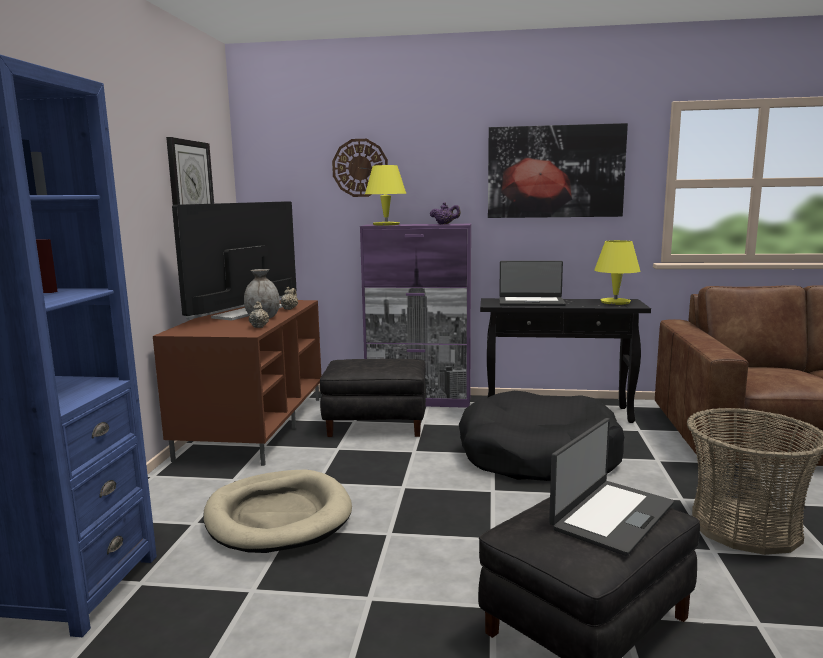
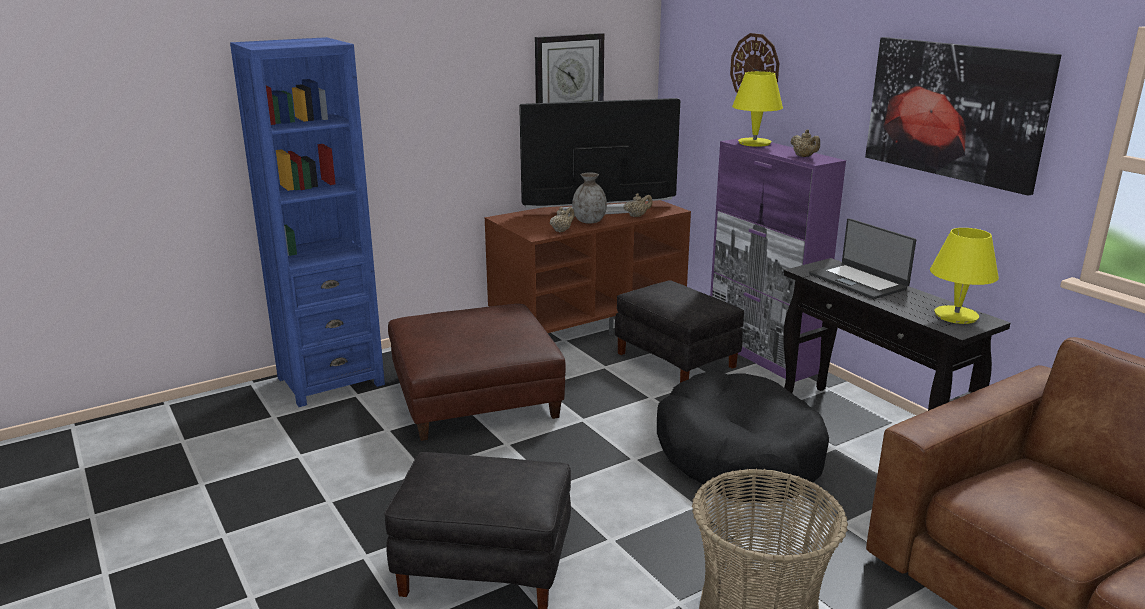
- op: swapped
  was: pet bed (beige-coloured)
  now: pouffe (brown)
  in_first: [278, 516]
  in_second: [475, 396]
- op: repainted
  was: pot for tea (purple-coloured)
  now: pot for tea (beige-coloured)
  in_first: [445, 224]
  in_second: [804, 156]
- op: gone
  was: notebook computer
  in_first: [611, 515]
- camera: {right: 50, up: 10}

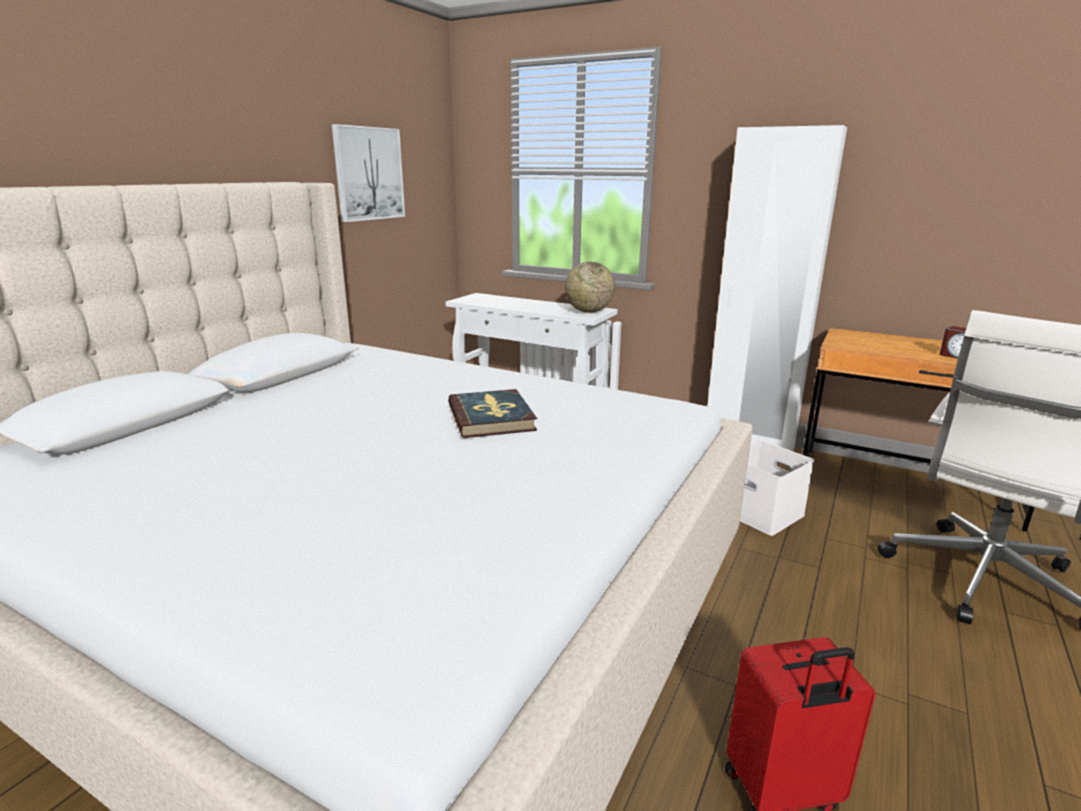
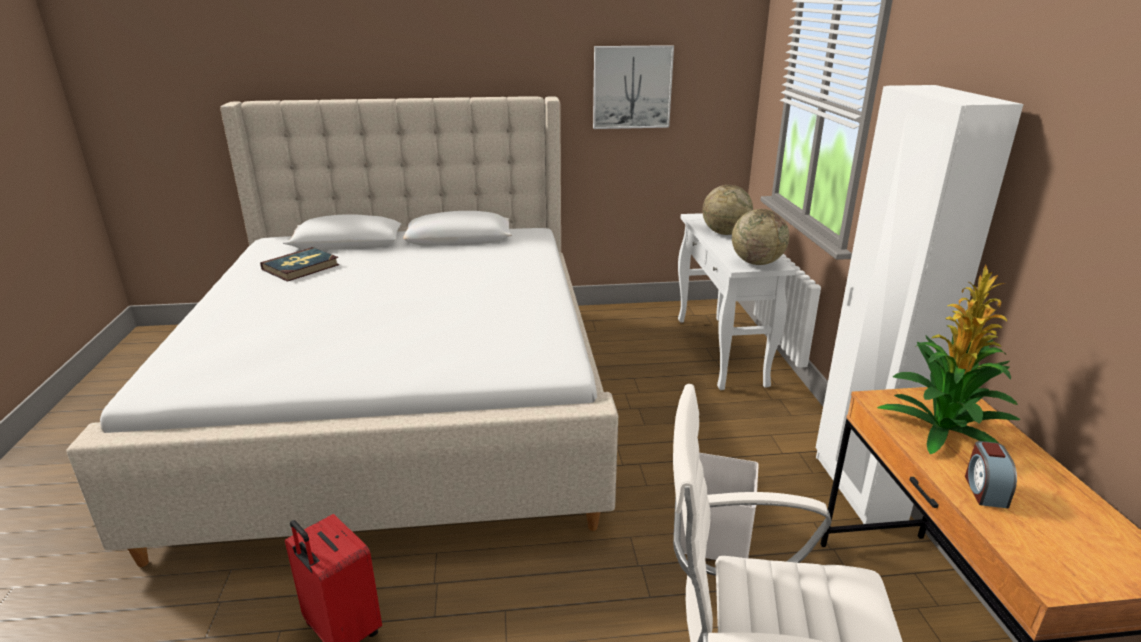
- op: shifted
  was: book
  in_first: [491, 417]
  in_second: [301, 267]
- op: new
  now: desk globe
  in_second: [725, 233]
- op: new
  now: houseplant
  in_second: [944, 429]
- camera: {right: 55, up: 5}

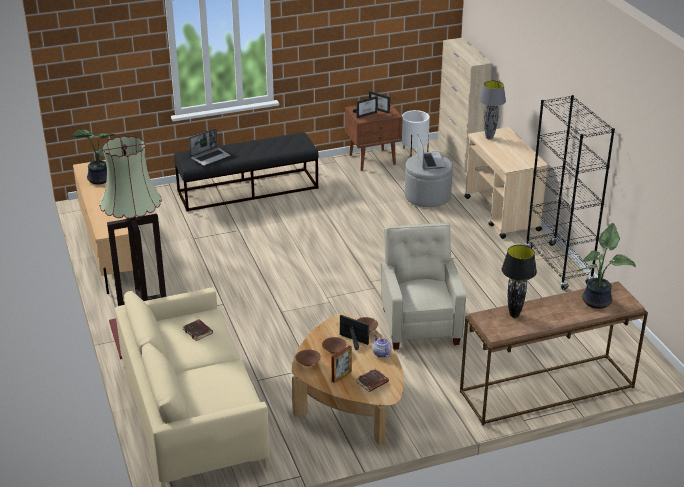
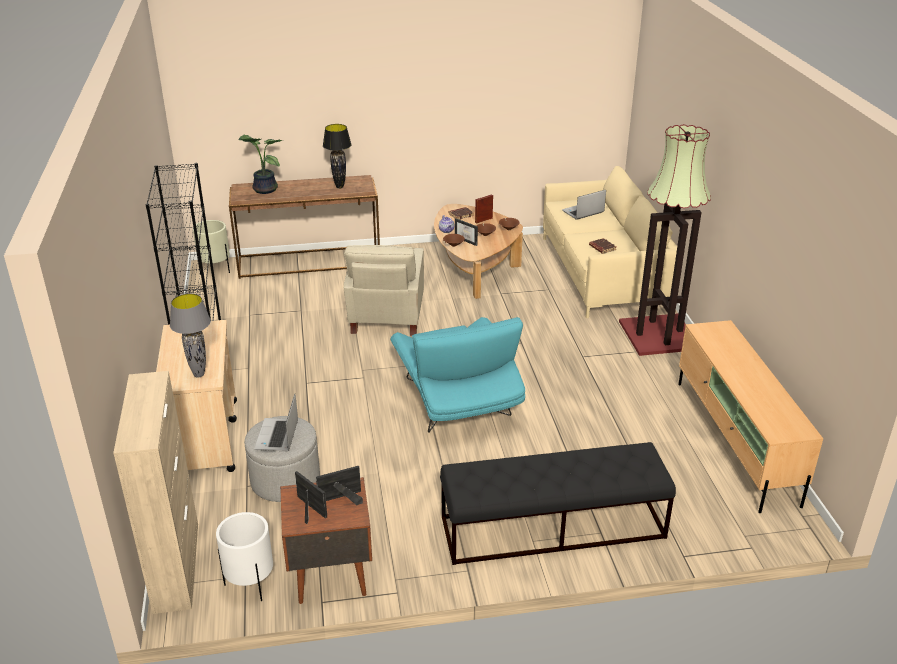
- op: new
  now: flower pot (beige-coloured)
  in_second: [215, 269]
- op: new
  now: armchair (turquoise)
  in_second: [458, 403]
- op: shifted
  was: notebook computer
  in_first: [210, 157]
  in_second: [582, 212]
- op: gone
  was: houseplant
  in_first: [98, 179]
- camera: {right: -170, up: 0}

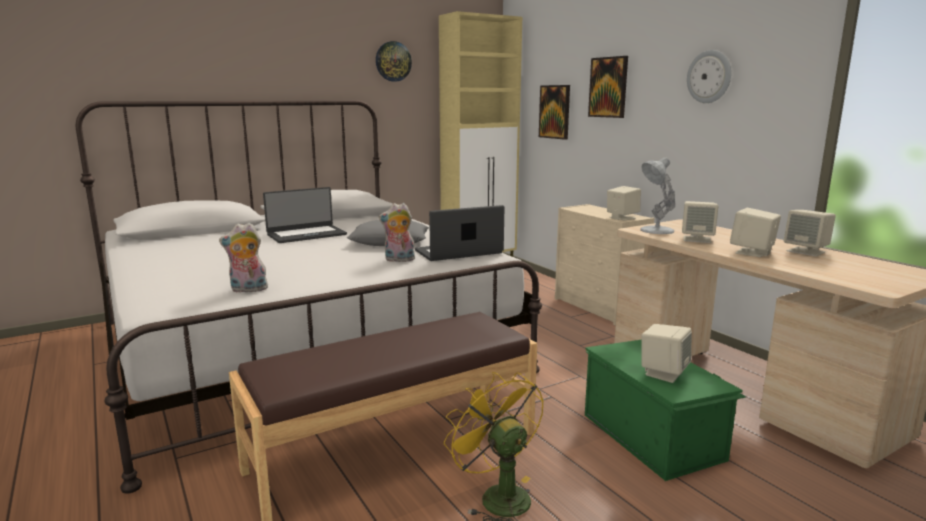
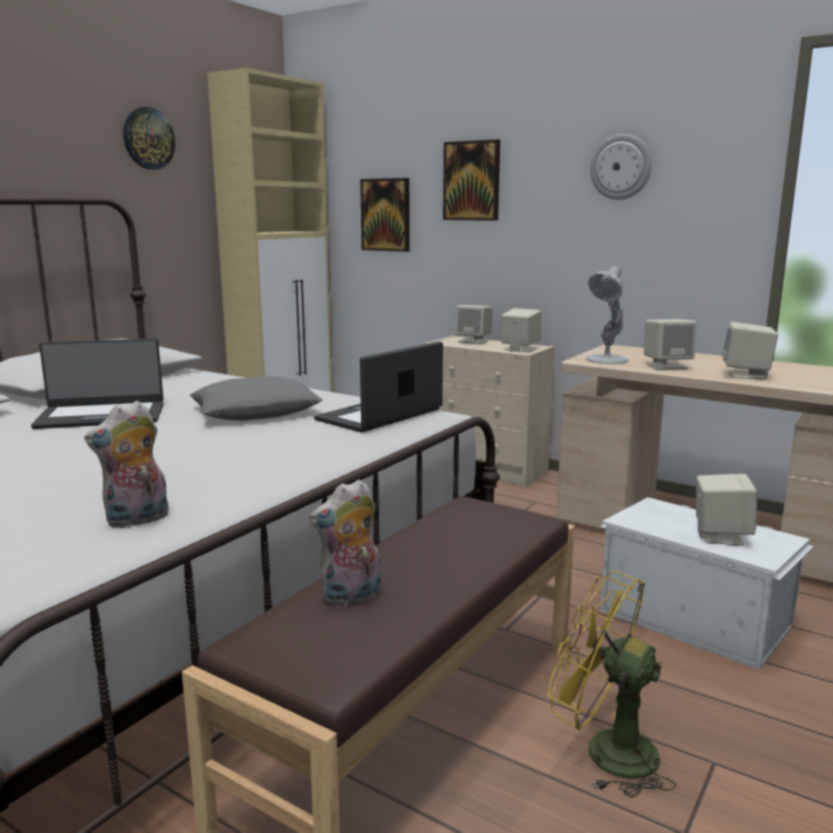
- op: rotated
  was: notebook computer
  in_first: [306, 234]
  in_second: [102, 416]
  clockwise: 45
- op: shifted
  was: cuddly toy
  in_first: [399, 260]
  in_second: [351, 598]
- op: shifted
  was: loudspeaker (beige-coloured)
  in_first: [806, 251]
  in_second: [474, 341]
- op: repainted
  was: storage box (greenish)
  now: storage box (white-coloured)
  in_first: [652, 435]
  in_second: [694, 617]
- camera: {right: -25, up: 0}

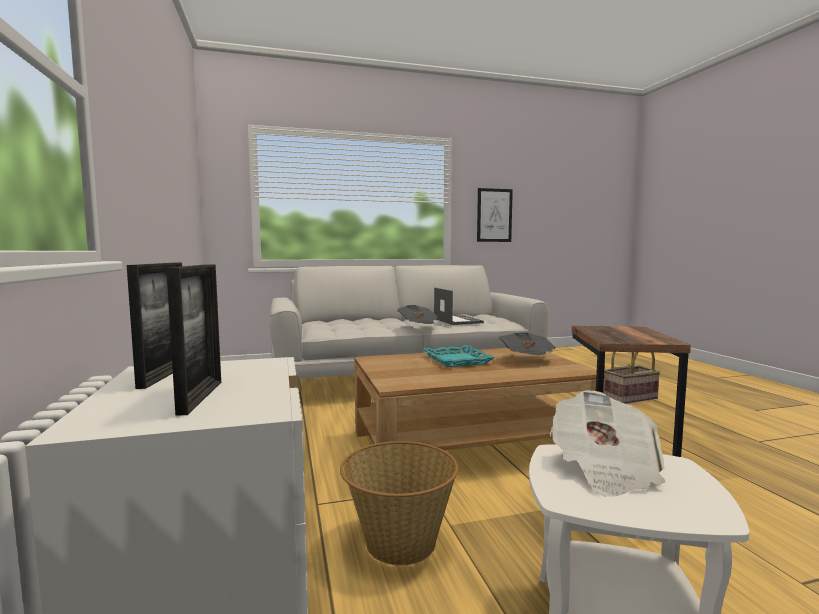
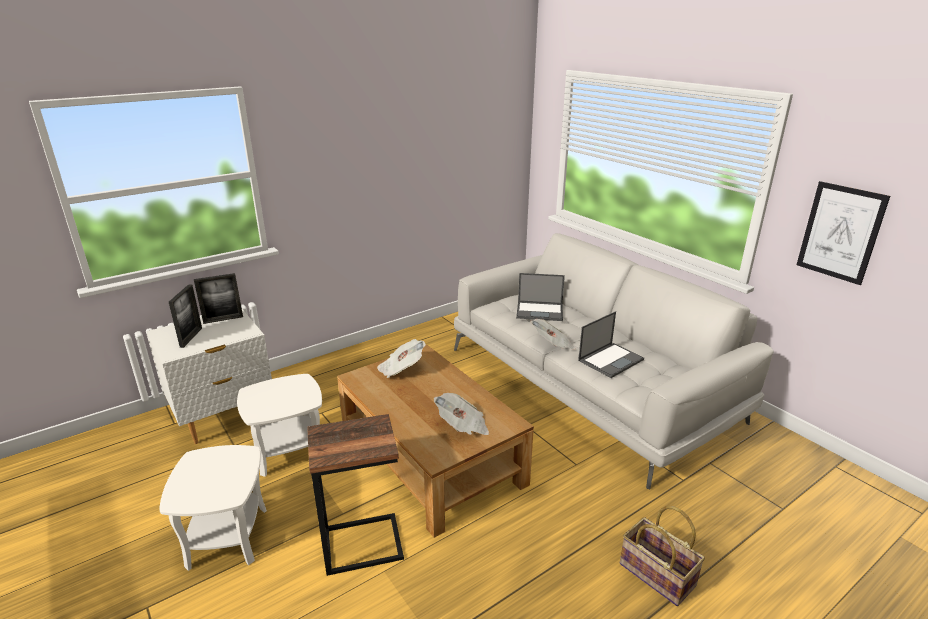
- op: rotated
  was: picture frame
  in_first: [201, 397]
  in_second: [191, 337]
  clockwise: -60
- op: swapped
  was: household basket
  now: end table (white-coloured)
  in_first: [399, 542]
  in_second: [289, 451]
- op: shifted
  was: printed paper
  in_first: [604, 469]
  in_second: [401, 369]
- op: new
  now: notebook computer
  in_second: [540, 311]
- op: gone
  was: carrying tray (turquoise)
  in_first: [457, 360]
- camera: {right: 70, up: 20}

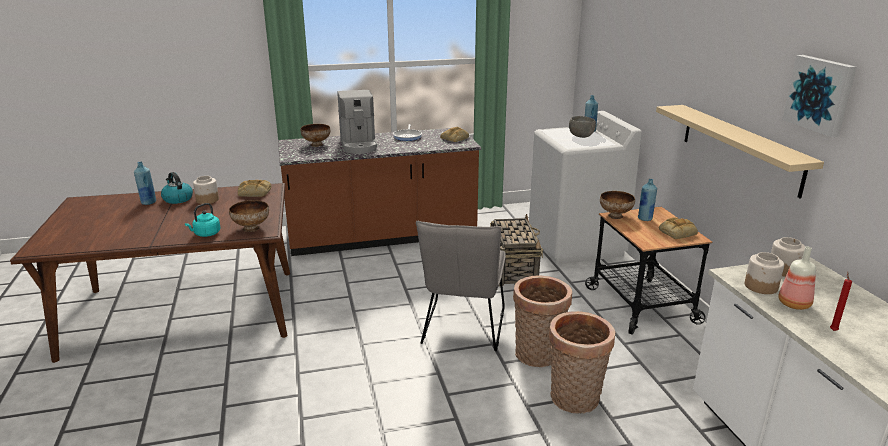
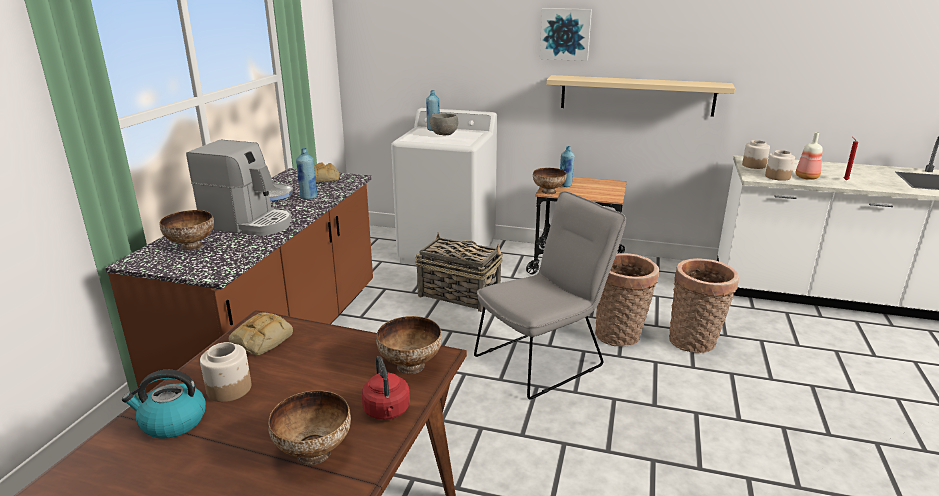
- op: new
  now: bowl
  in_second: [315, 452]
- op: shifted
  was: drink bottle (blue)
  in_first: [148, 202]
  in_second: [309, 197]
- op: repainted
  was: kettle (turquoise)
  now: kettle (red-coloured)
  in_first: [206, 234]
  in_second: [387, 411]
- op: rotated
  was: chair (grey)
  in_first: [462, 329]
  in_second: [545, 358]
  clockwise: -75
- op: shifted
  was: wall picture
  in_first: [820, 94]
  in_second: [565, 34]
- op: gone
  was: baked bread
  in_first: [677, 232]
- camera: {right: -60, up: 0}

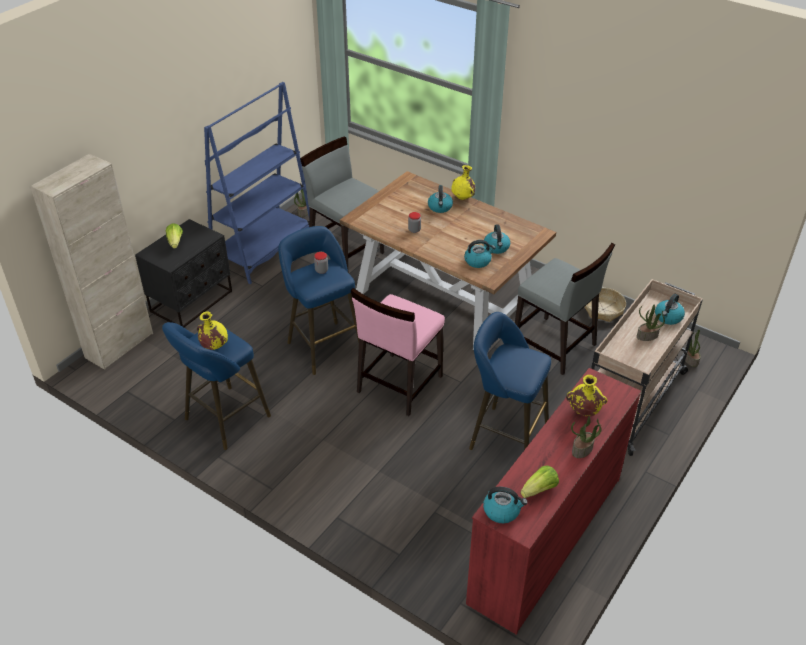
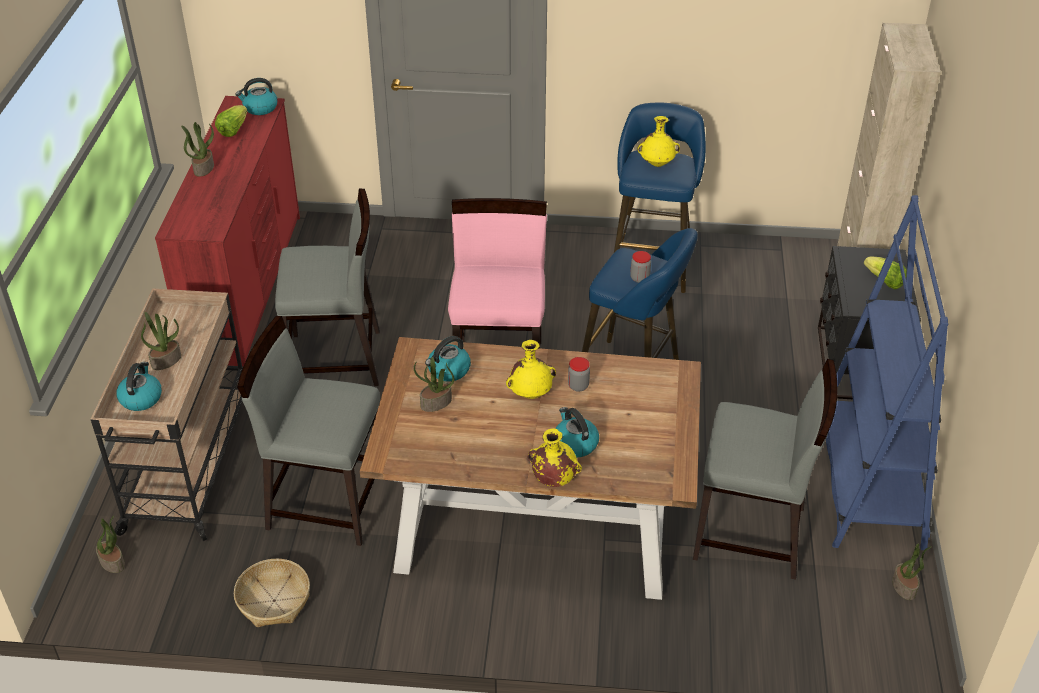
- op: swapped
  was: sitting stool (blue)
  now: chair (grey)
  in_first: [504, 436]
  in_second: [336, 360]
- op: swapped
  was: kettle
  now: houseplant
  in_first: [496, 247]
  in_second: [436, 403]
- op: shifted
  was: vase (yellow-coloured)
  in_first: [583, 410]
  in_second: [531, 394]
- camera: {right: 150, up: 0}

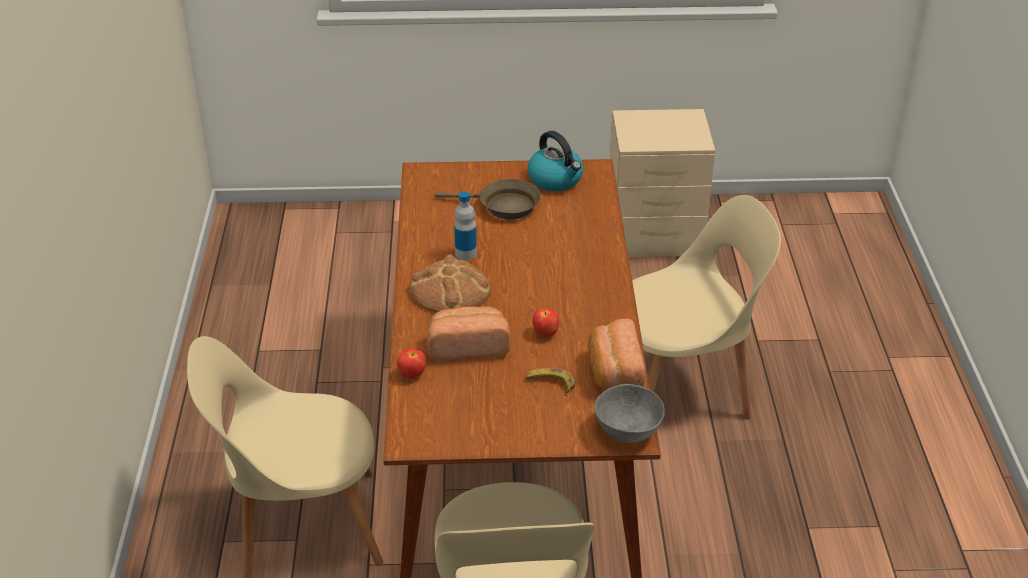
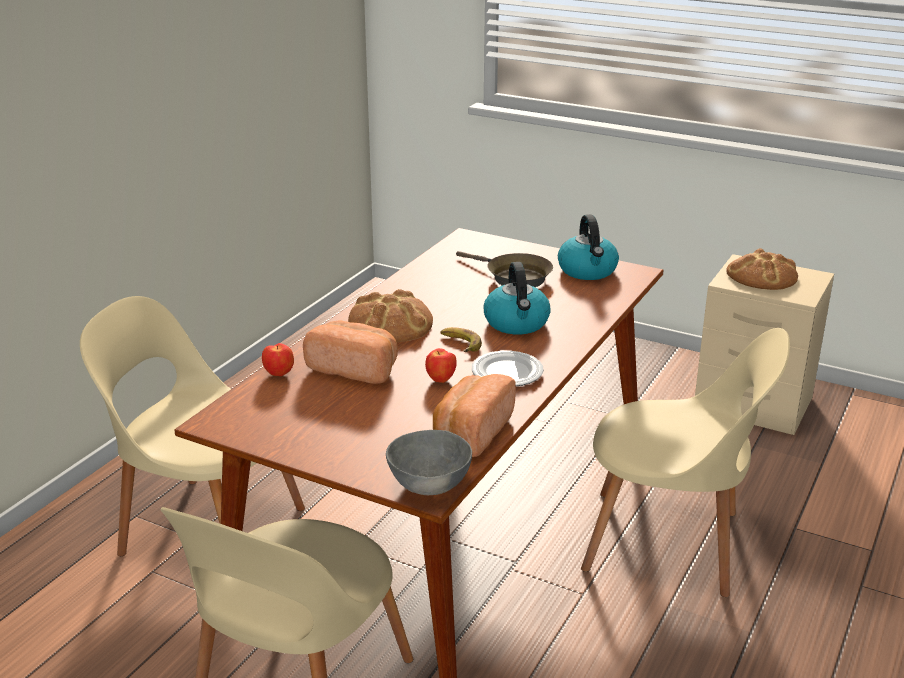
- op: shifted
  was: banana fruit
  in_first: [550, 383]
  in_second: [460, 343]
- op: new
  now: flat dish
  in_second: [507, 372]
- op: new
  now: kettle
  in_second: [517, 323]
- op: new
  now: baked bread
  in_second: [762, 276]
- op: gone
  was: drink bottle
  in_first: [466, 253]
- camera: {right: 30, up: -10}

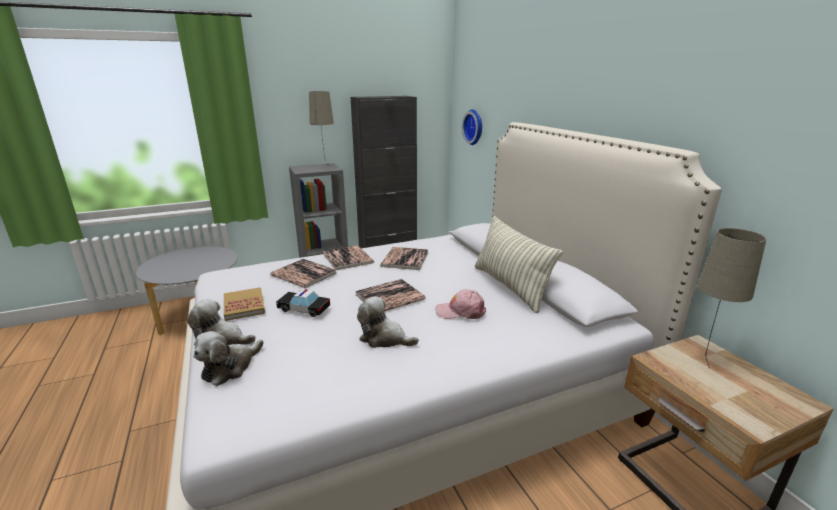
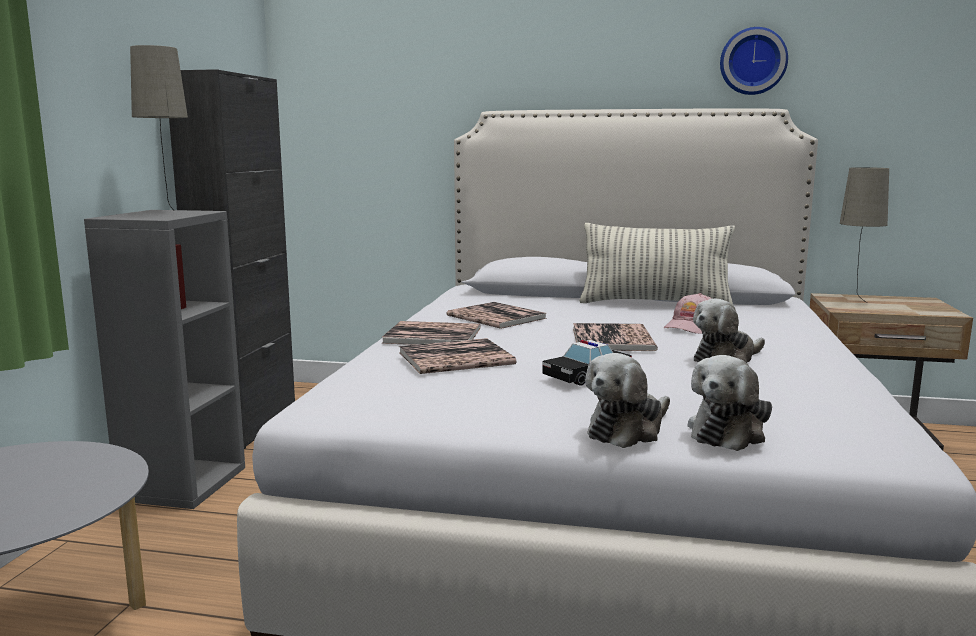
- op: rotated
  was: cuddly toy
  in_first: [230, 367]
  in_second: [729, 432]
  clockwise: 60
- op: shifted
  was: hanging clock
  in_first: [474, 127]
  in_second: [753, 61]
- op: gone
  was: book
  in_first: [244, 305]
- camera: {right: -55, up: -10}

